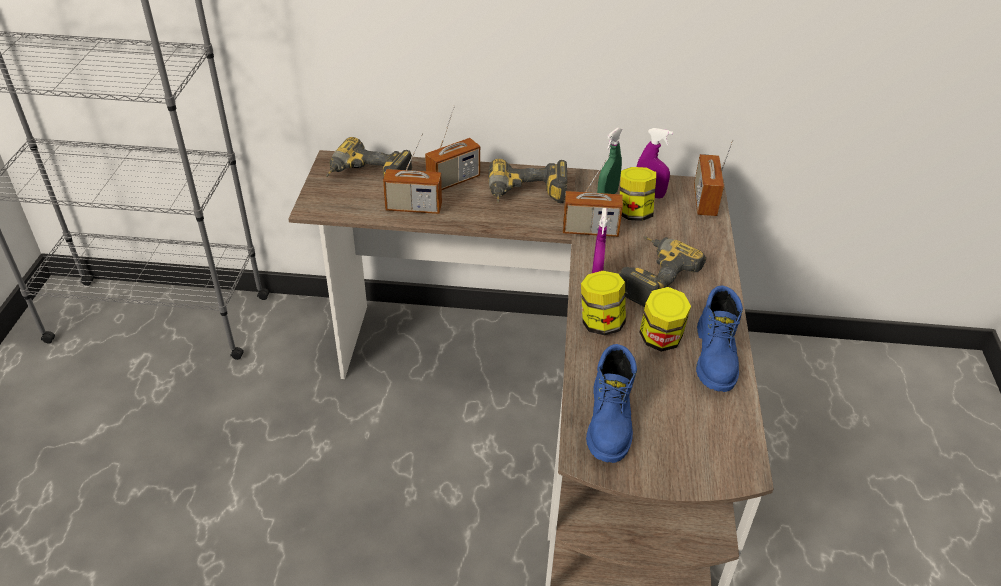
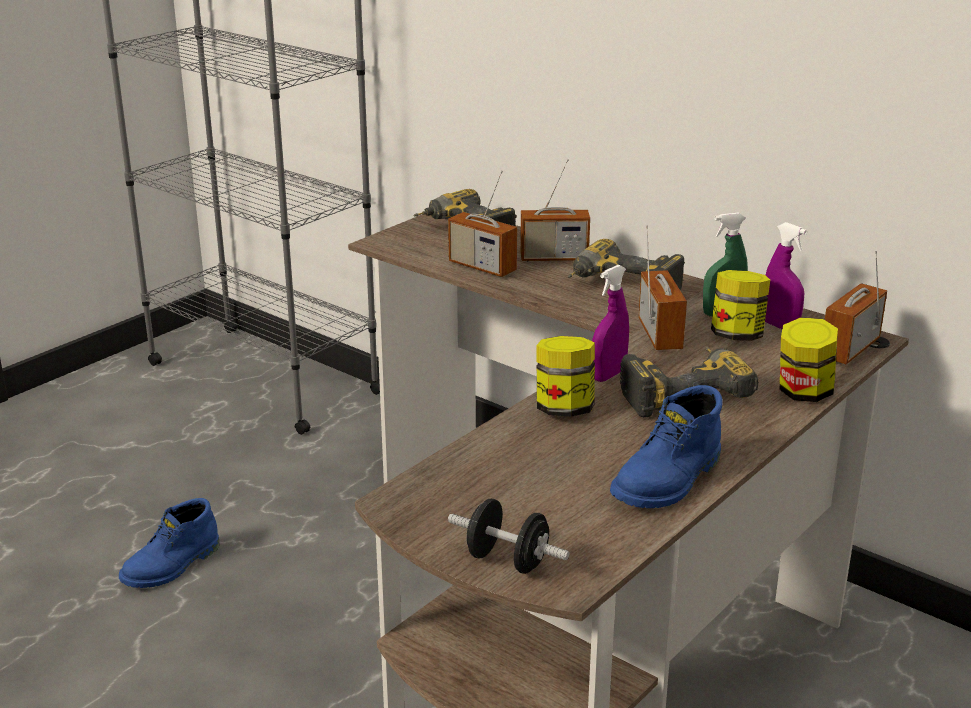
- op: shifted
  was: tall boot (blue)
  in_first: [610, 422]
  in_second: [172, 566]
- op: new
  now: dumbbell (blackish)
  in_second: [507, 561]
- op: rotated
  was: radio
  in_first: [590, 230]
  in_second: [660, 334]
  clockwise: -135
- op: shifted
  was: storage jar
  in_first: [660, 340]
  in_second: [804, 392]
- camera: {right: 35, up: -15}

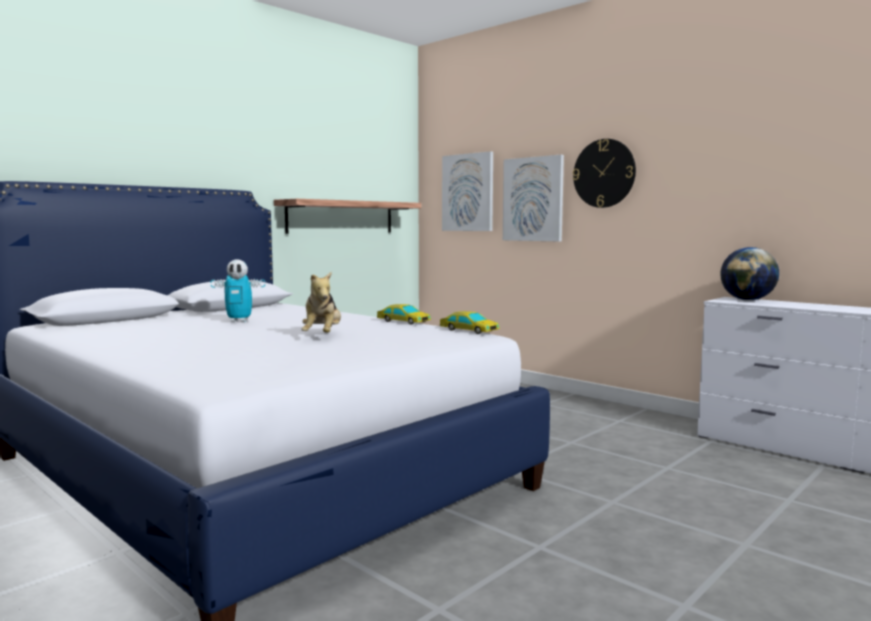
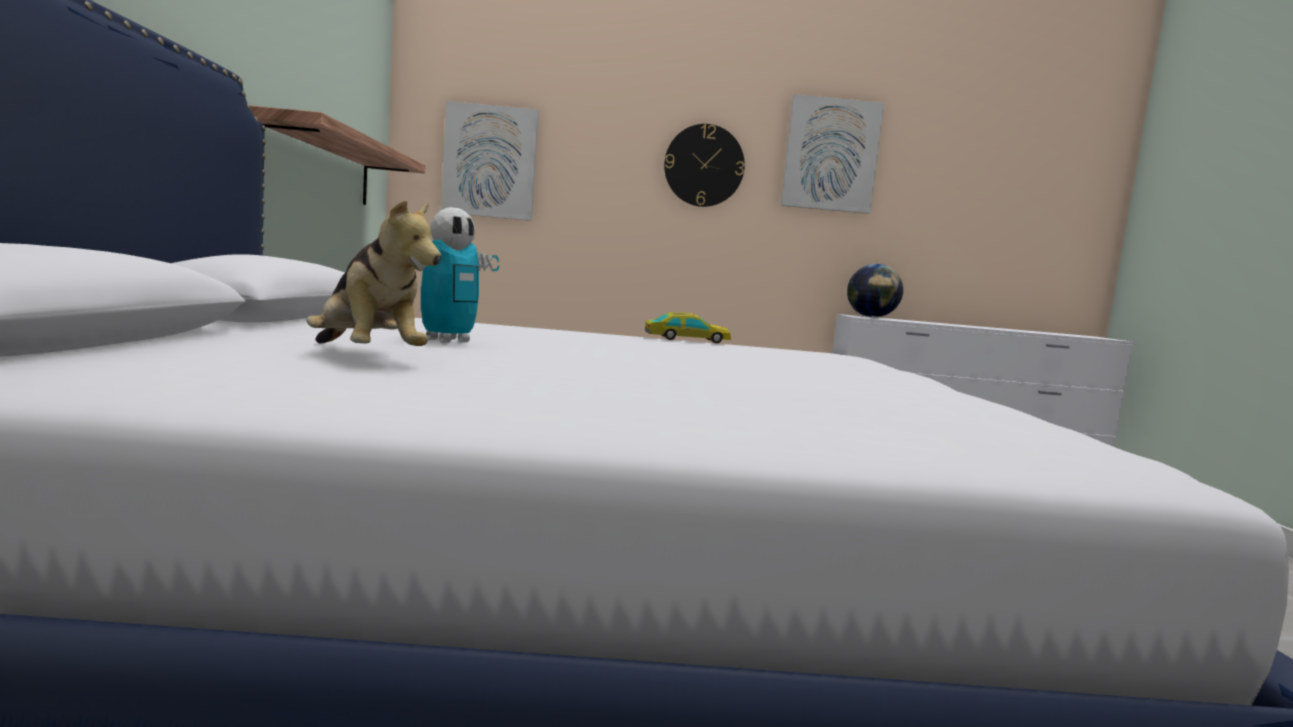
- op: shifted
  was: cuddly toy
  in_first: [323, 336]
  in_second: [366, 357]
- op: shifted
  was: wall picture
  in_first: [533, 199]
  in_second: [830, 155]
- op: gone
  was: toy car
  in_first: [469, 330]
- camera: {right: -45, up: 0}

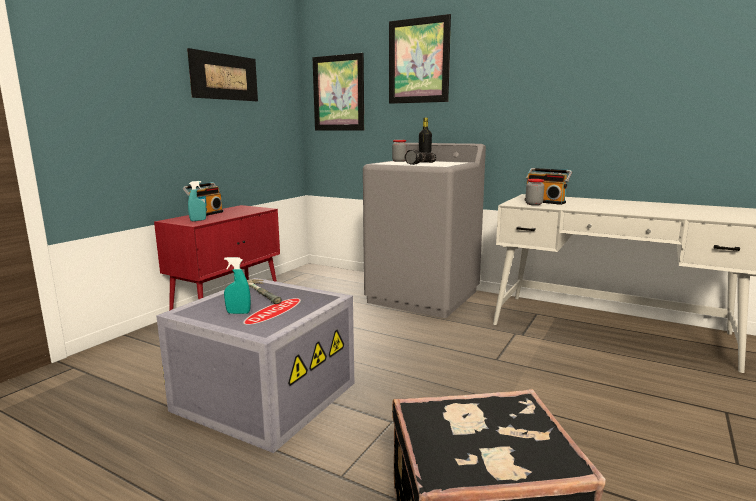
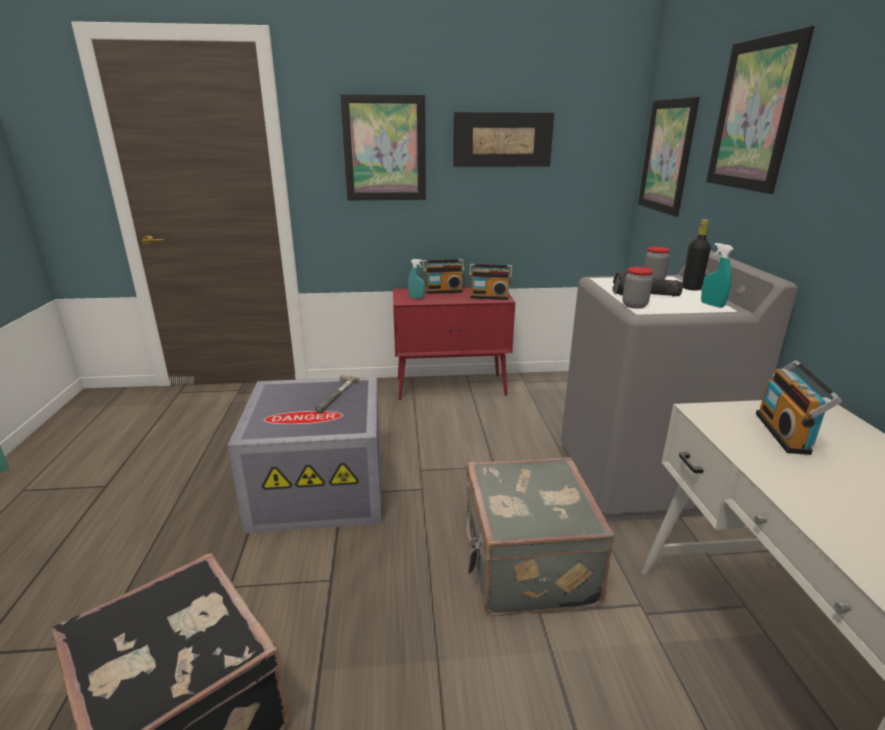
- op: new
  now: wall picture
  in_second: [385, 149]
- op: new
  now: piece of luggage (grey)
  in_second: [525, 566]
- op: new
  now: radio
  in_second: [489, 297]
- op: shifted
  was: storage jar
  in_first: [533, 204]
  in_second: [634, 305]
- op: shifted
  was: sprayer (turquoise)
  in_first: [238, 313]
  in_second: [712, 305]
- camera: {right: 55, up: 10}

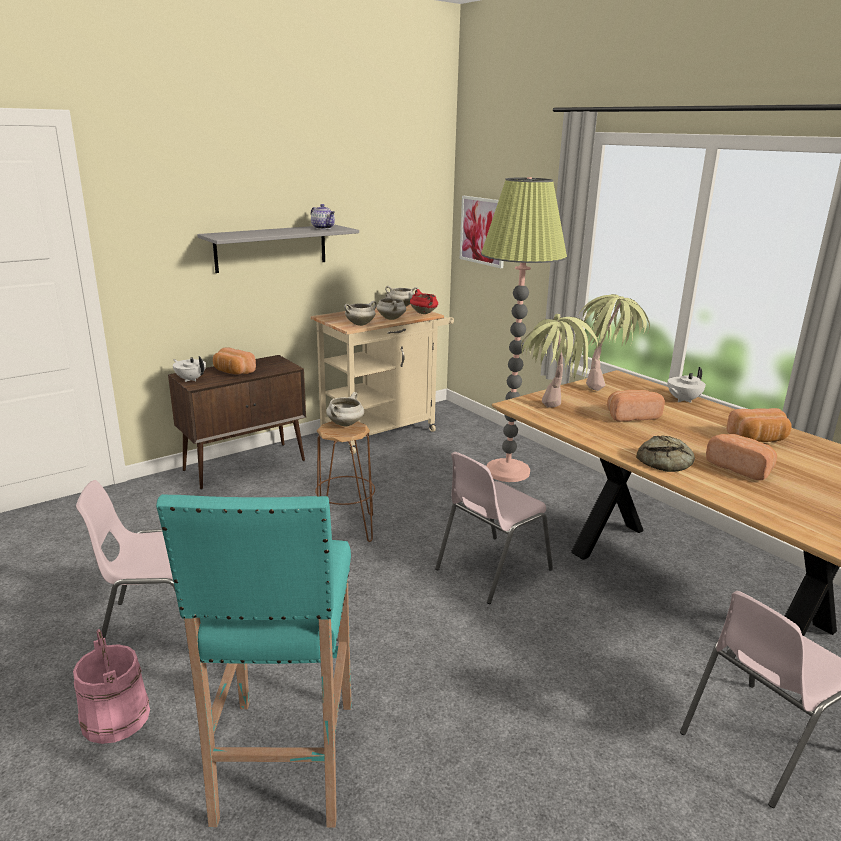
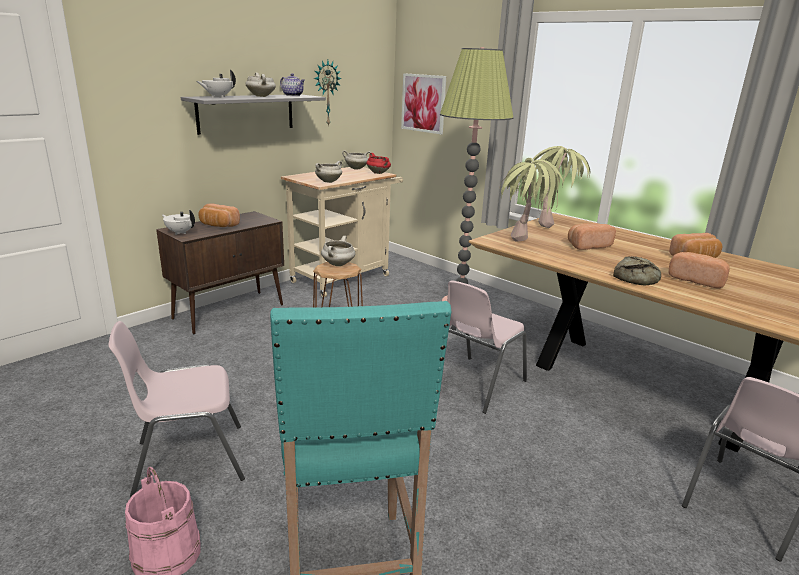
- op: shifted
  was: pot for tea (white-coloured)
  in_first: [682, 400]
  in_second: [218, 97]
- op: shifted
  was: saucepot (white-coloured)
  in_first: [391, 318]
  in_second: [261, 96]
- op: new
  now: hanging clock
  in_second: [326, 93]
- camera: {right: -10, up: 0}

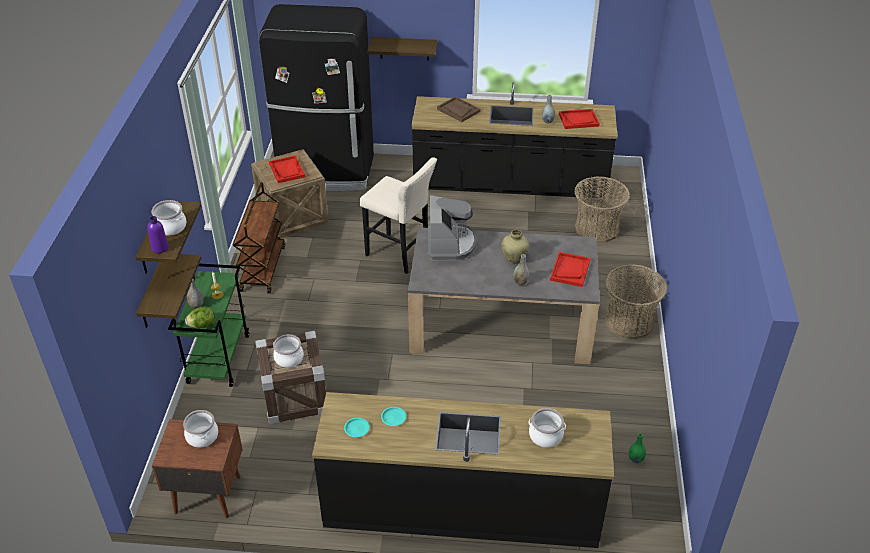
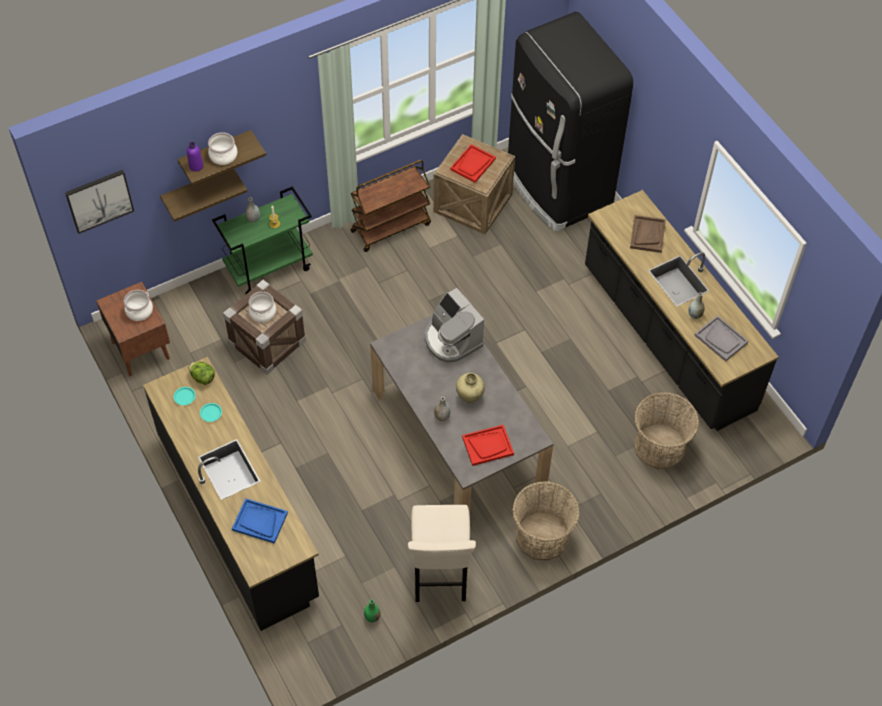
- op: new
  now: wall picture
  in_second: [99, 200]
- op: shifted
  was: head of lettuce
  in_first: [202, 325]
  in_second: [202, 378]
- op: swapped
  was: saucepot
  now: carrying tray (blue)
  in_first: [545, 436]
  in_second: [259, 521]
- op: shifted
  was: sitting stool (beige-coloured)
  in_first: [400, 255]
  in_second: [439, 577]
- op: rotated
  was: coffee machine
  in_first: [450, 244]
  in_second: [452, 340]
  clockwise: 90
- op: repainted
  was: carrying tray (red-coloured)
  now: carrying tray (grey)
  in_first: [578, 120]
  in_second: [721, 339]
- op: gone
  was: wall shelf
  in_first: [404, 48]
- camera: {right: 55, up: 15}

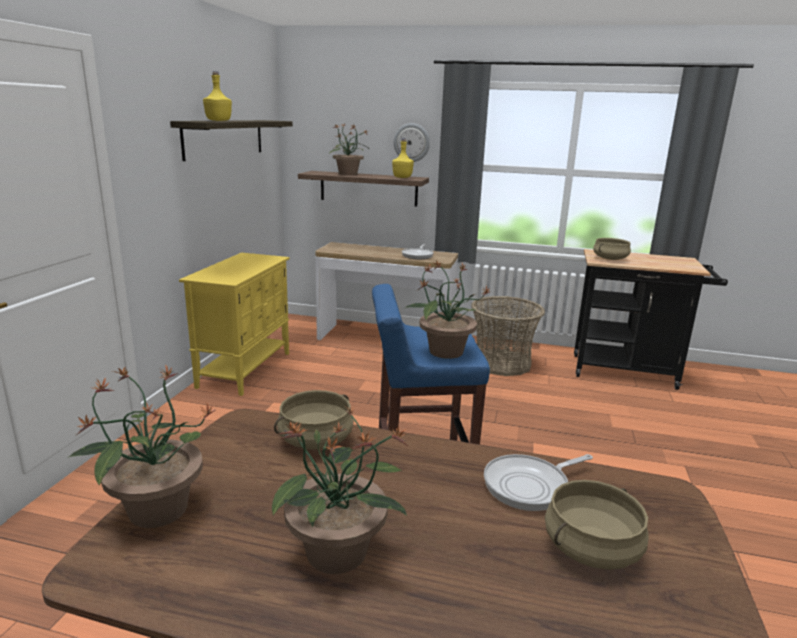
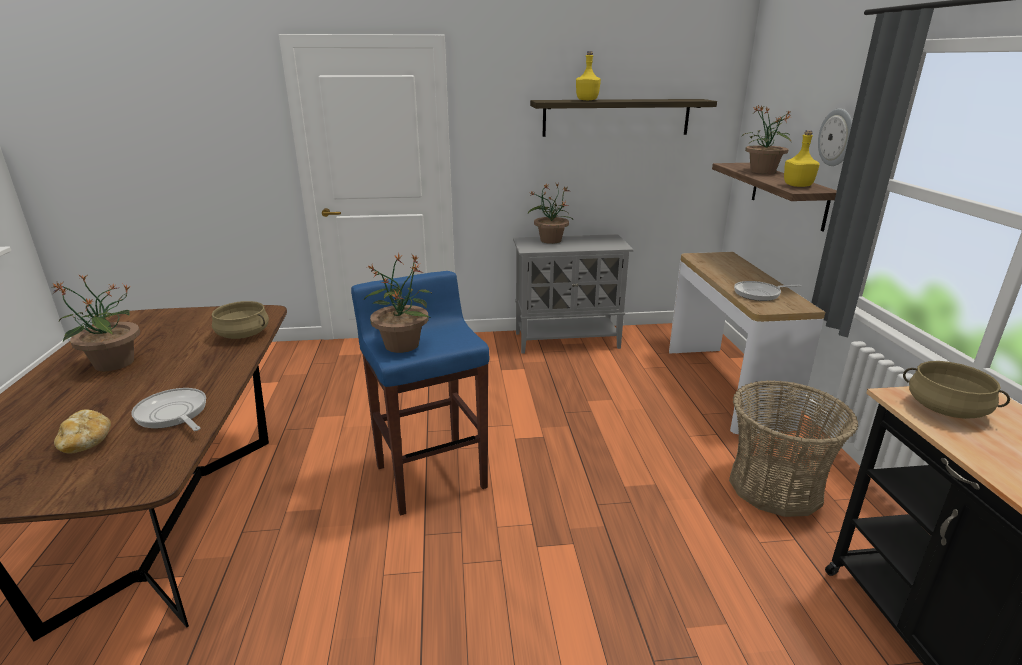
- op: swapped
  was: saucepot (beige-coloured)
  now: baked bread
  in_first: [591, 547]
  in_second: [86, 443]
- op: repainted
  was: cupboard (yellow-coloured)
  now: cupboard (grey)
  in_first: [245, 369]
  in_second: [568, 340]
- op: shifted
  was: houseplant
  in_first: [156, 509]
  in_second: [550, 240]
- camera: {right: 70, up: 5}

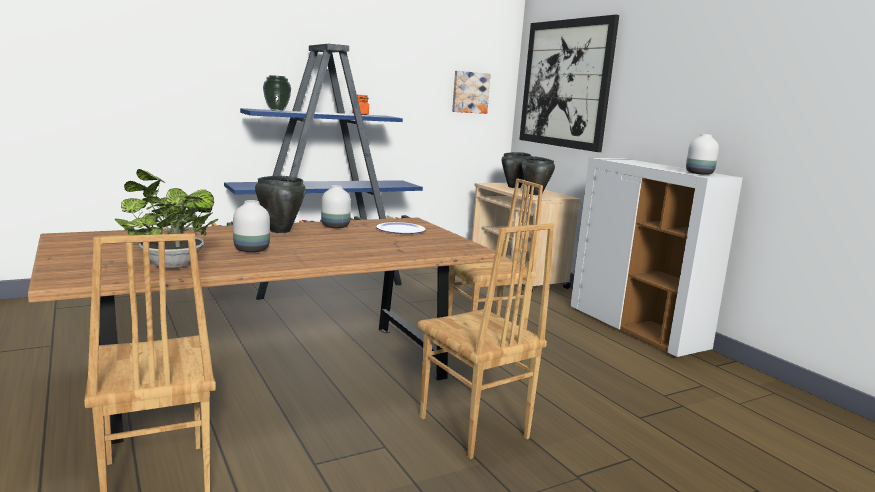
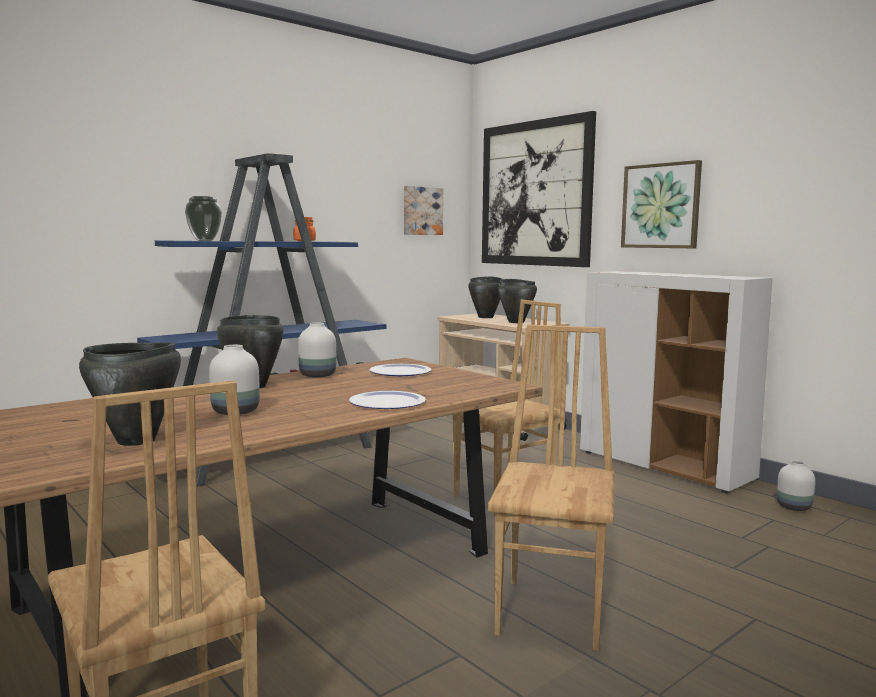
- op: swapped
  was: houseplant
  now: saucepot (blackish)
  in_first: [169, 264]
  in_second: [136, 441]
- op: new
  now: flat dish
  in_second: [387, 402]
- op: rotated
  was: chair (brown)
  in_first: [472, 428]
  in_second: [553, 612]
  clockwise: -120
- op: new
  now: wall picture
  in_second: [661, 206]
- op: shifted
  was: vase (white-coloured)
  in_first: [699, 173]
  in_second: [793, 507]
- camera: {right: -10, up: -5}

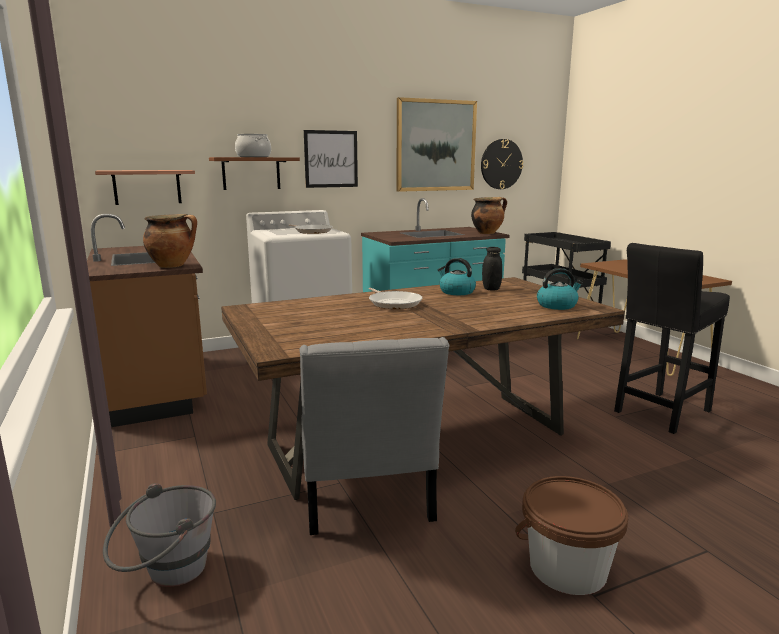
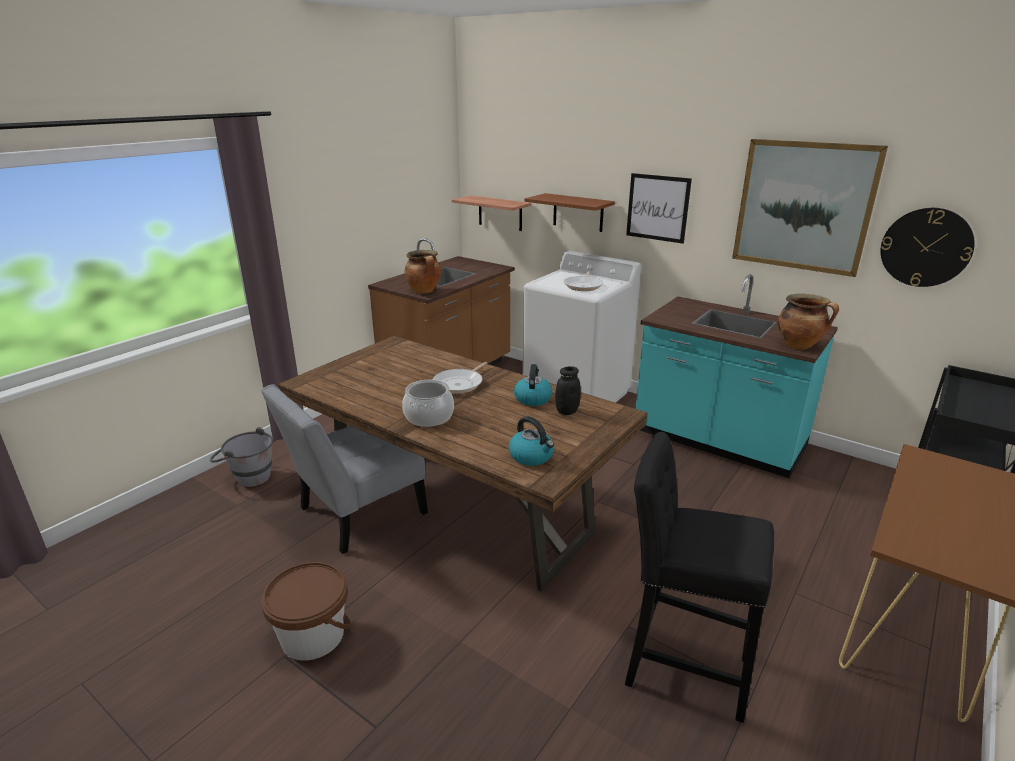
- op: shifted
  was: saucepot
  in_first: [253, 157]
  in_second: [428, 416]
- camera: {right: 60, up: 10}

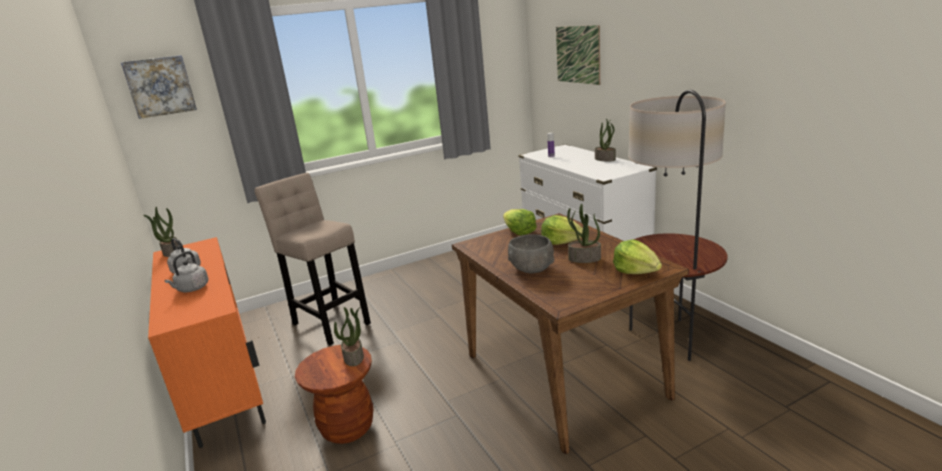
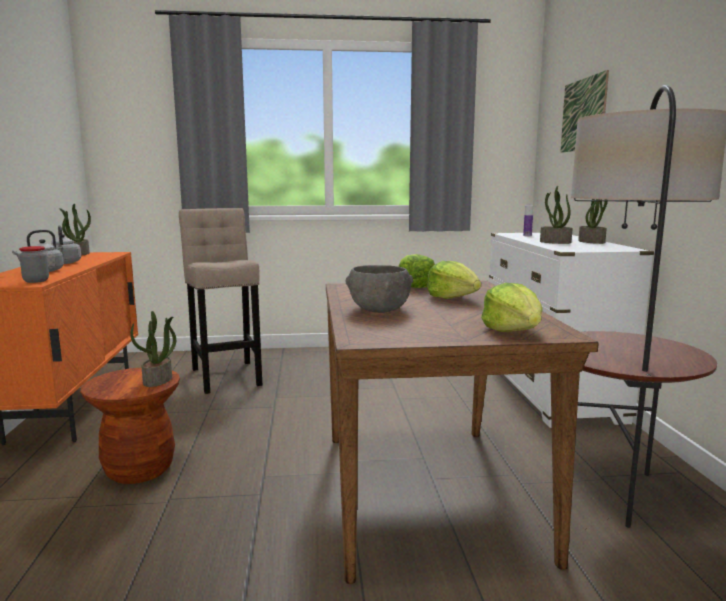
- op: new
  now: storage jar
  in_second: [36, 281]
- op: shifted
  was: houseplant
  in_first: [584, 259]
  in_second: [554, 242]
- op: gone
  was: wall picture
  in_first: [160, 86]
- camera: {right: 20, up: -10}

